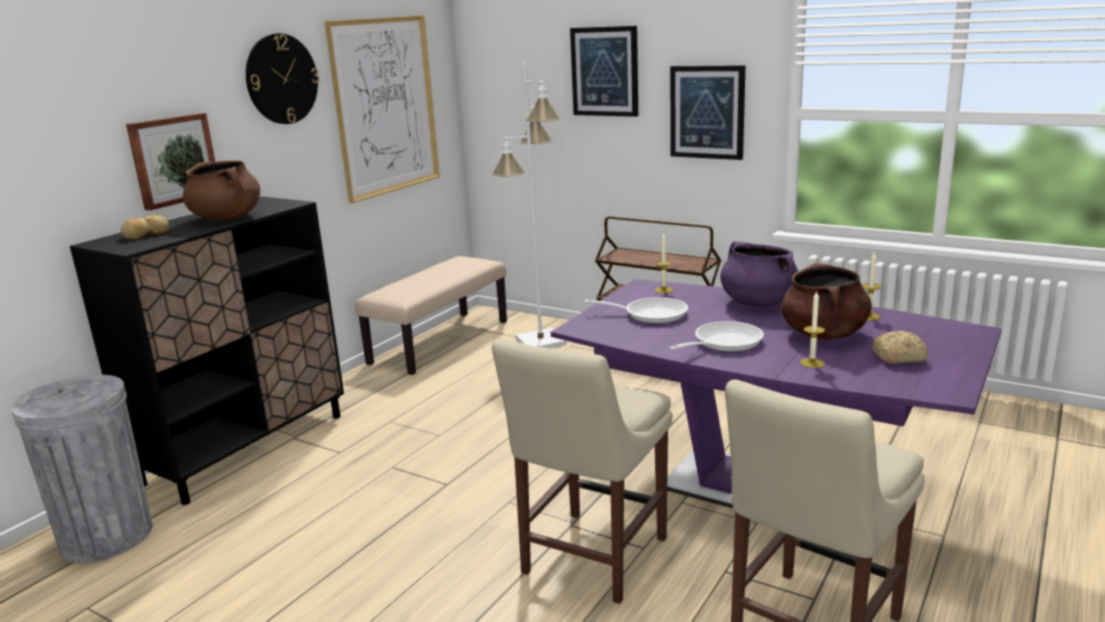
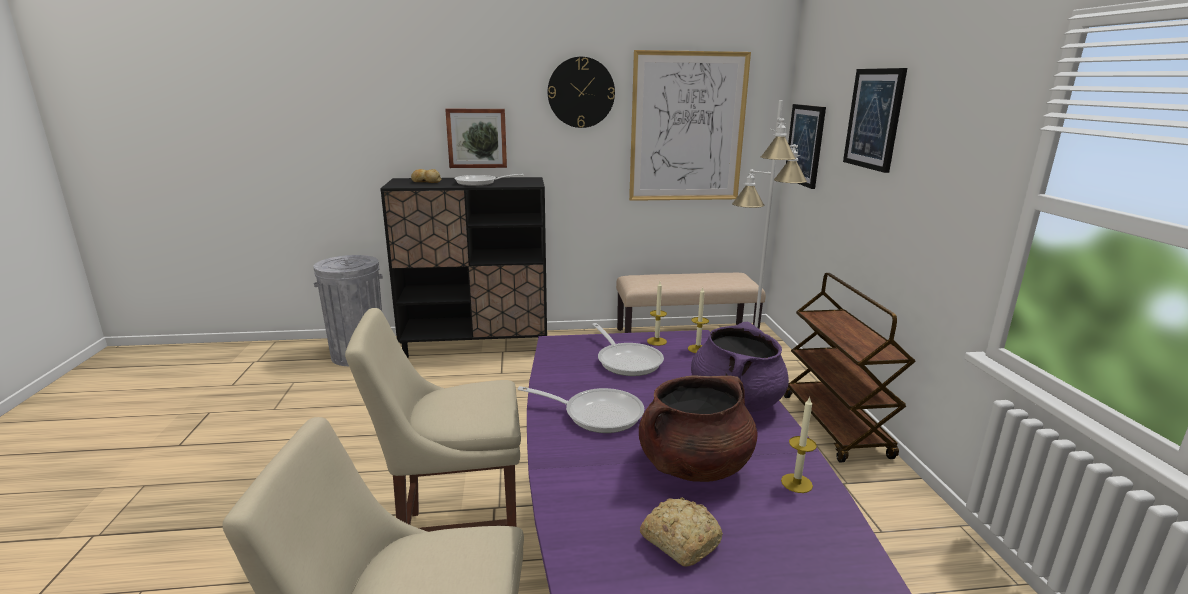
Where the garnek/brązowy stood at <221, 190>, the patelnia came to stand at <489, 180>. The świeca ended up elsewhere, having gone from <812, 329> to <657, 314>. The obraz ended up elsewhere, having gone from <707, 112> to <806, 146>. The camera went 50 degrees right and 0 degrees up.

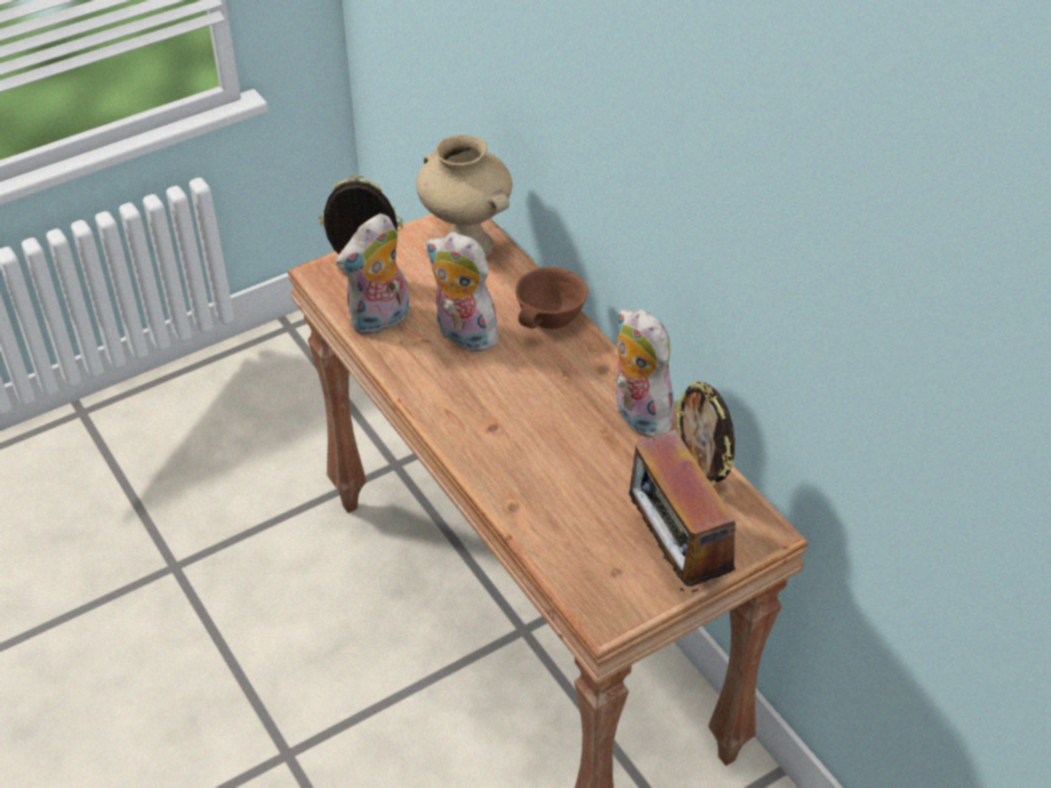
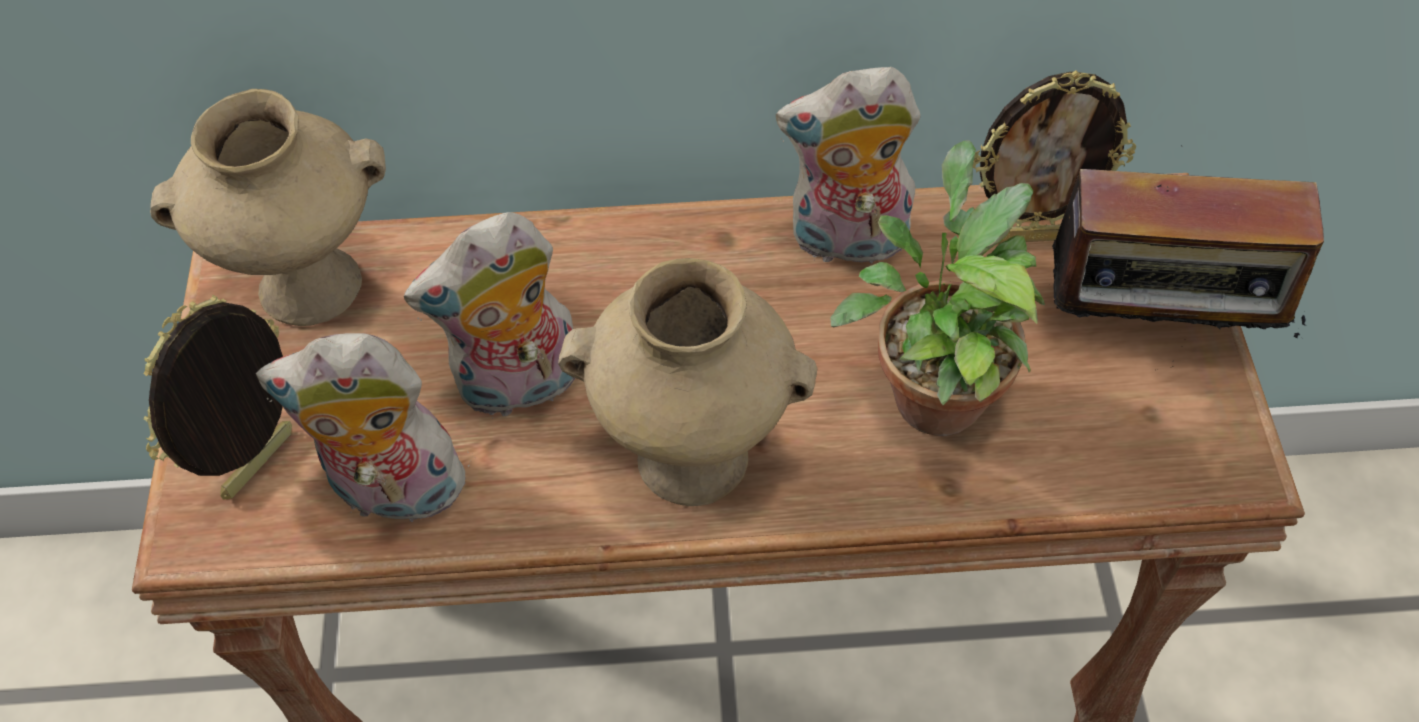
The pluszak at <373, 274> ended up facing another way, 105 degrees clockwise from before. The second view gained the wazon/beżowy at <687, 382>. The second view gained the roślina doniczkowa at <937, 288>. The second view lost the miska/brązowy at <551, 298>. The camera went 60 degrees left and 10 degrees up.

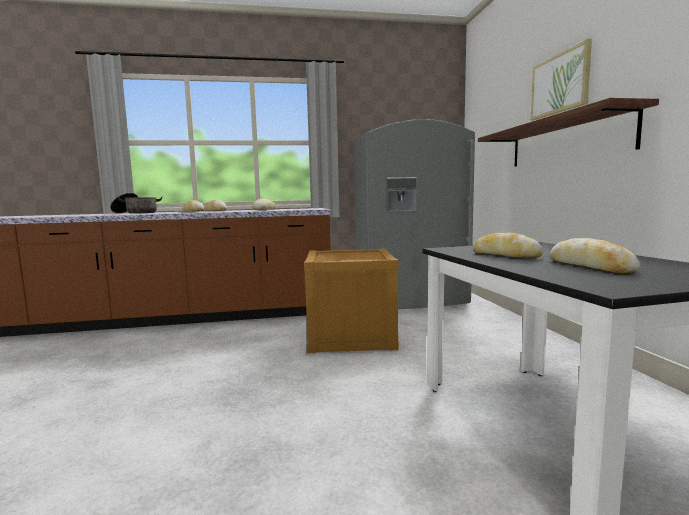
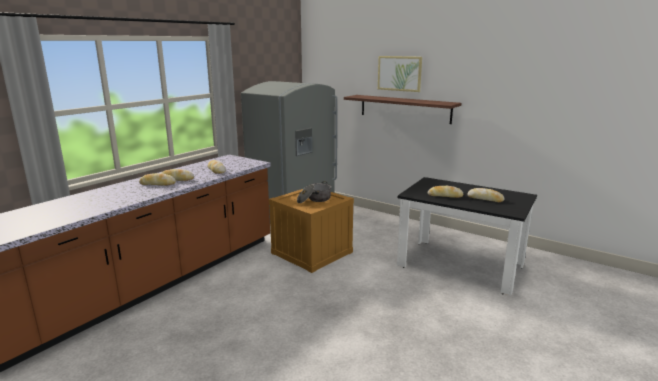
The garnek ended up elsewhere, having gone from <136, 203> to <314, 192>. The camera went 45 degrees left and 10 degrees up.

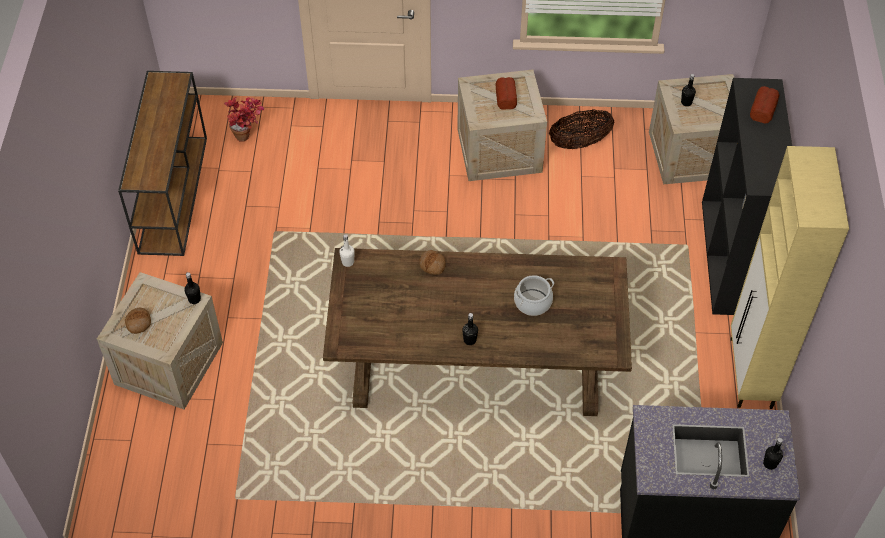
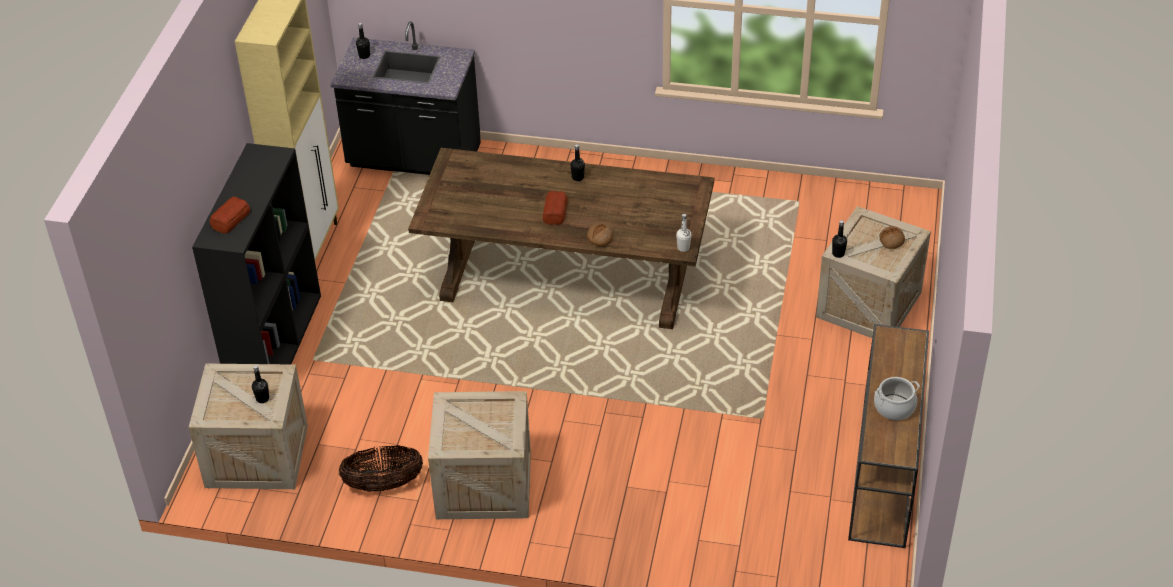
The chleb ended up elsewhere, having gone from <506, 93> to <555, 208>. The garnek ended up elsewhere, having gone from <534, 295> to <897, 398>. The second view lost the roślina doniczkowa at <244, 119>. The camera went 170 degrees left and 10 degrees down.

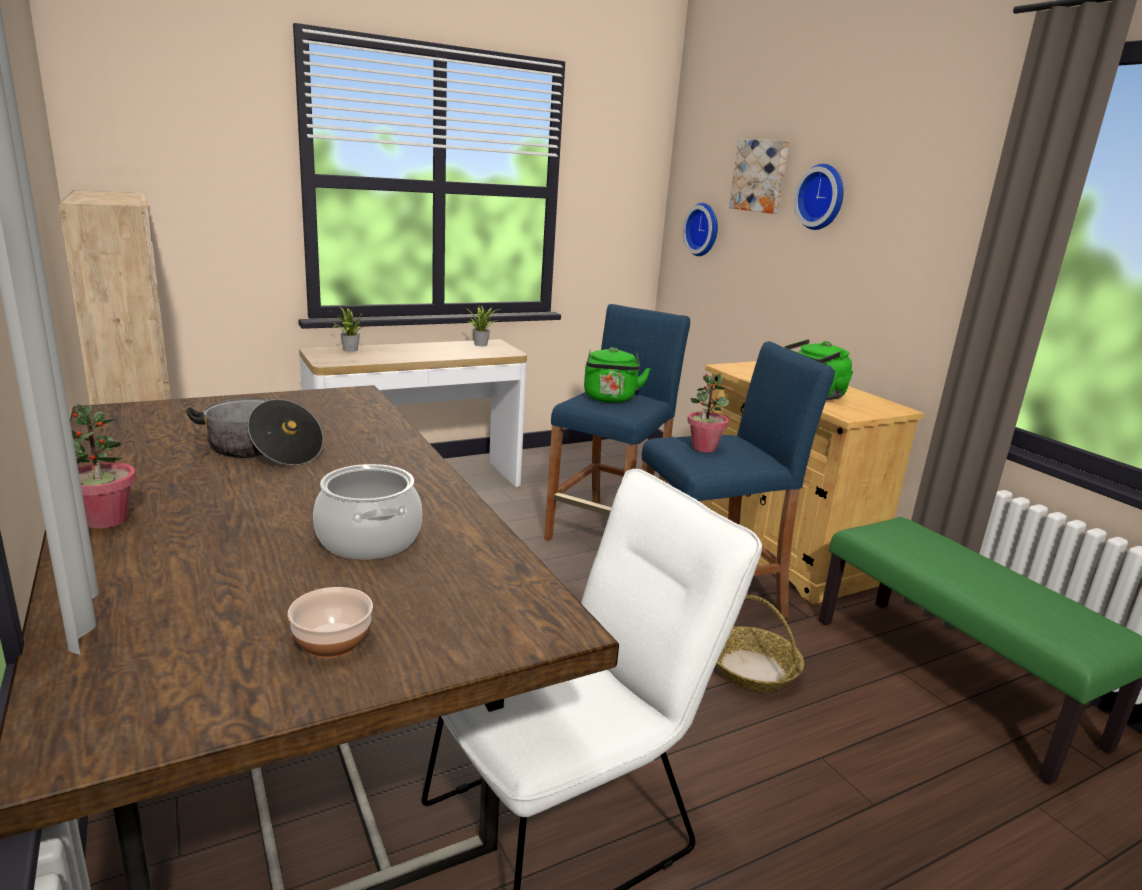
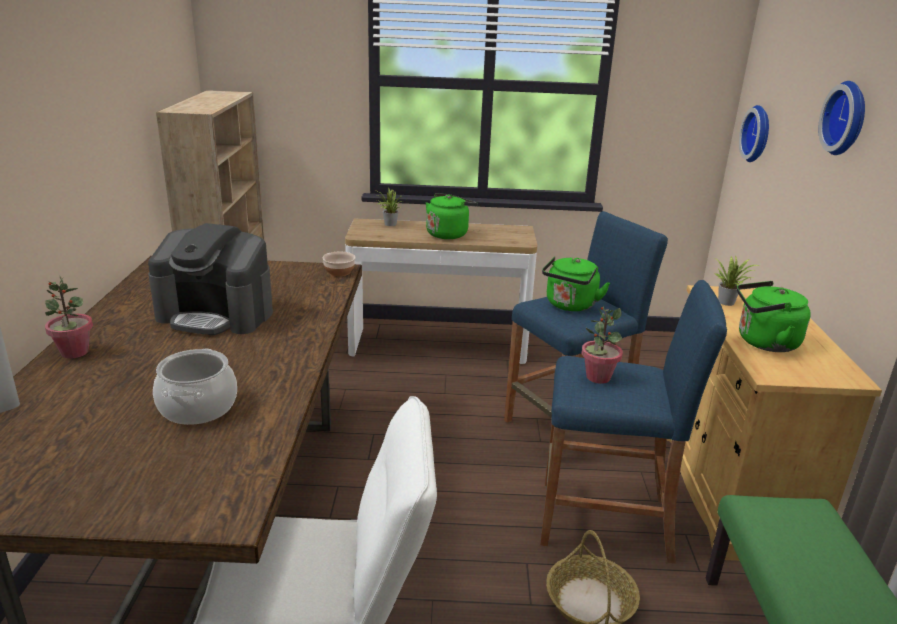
Where the garnek stood at <254, 432>, the ekspres do kawy came to stand at <210, 279>. The miska ended up elsewhere, having gone from <330, 622> to <339, 264>. The second view gained the czajnik/zielony at <452, 216>. The roślina doniczkowa ended up elsewhere, having gone from <482, 325> to <738, 280>. The second view lost the obraz at <759, 177>. The camera went 30 degrees right and 5 degrees up.

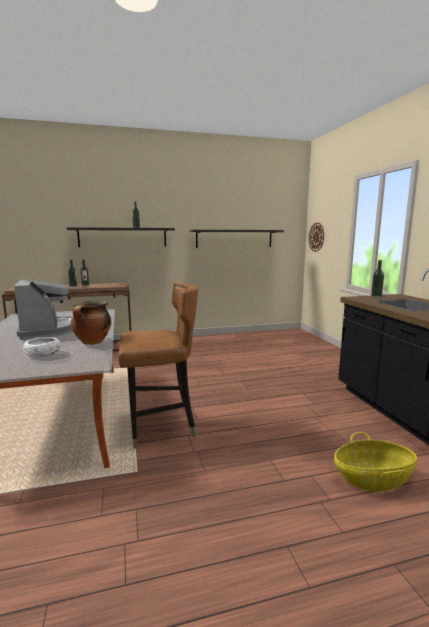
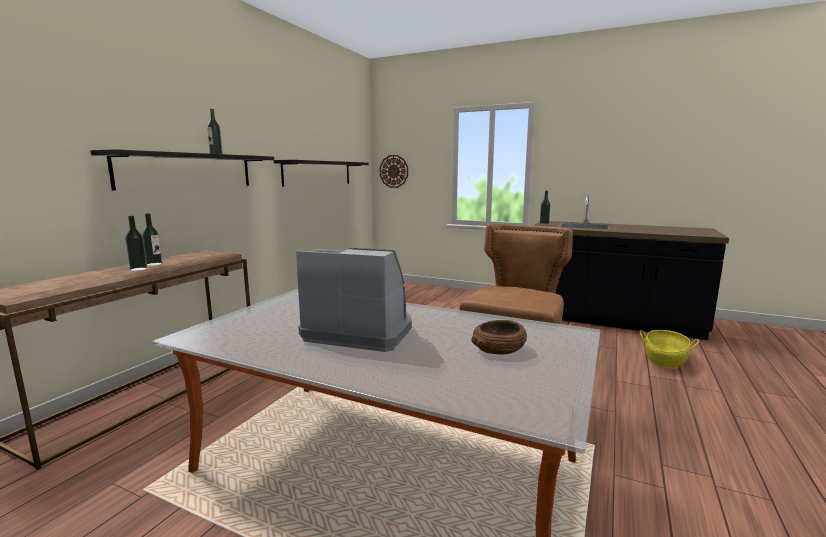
What was the miska/biały at <42, 347> turned into the miska/brązowy at <499, 337>. The second view lost the garnek at <91, 323>. The camera went 50 degrees left and 0 degrees up.

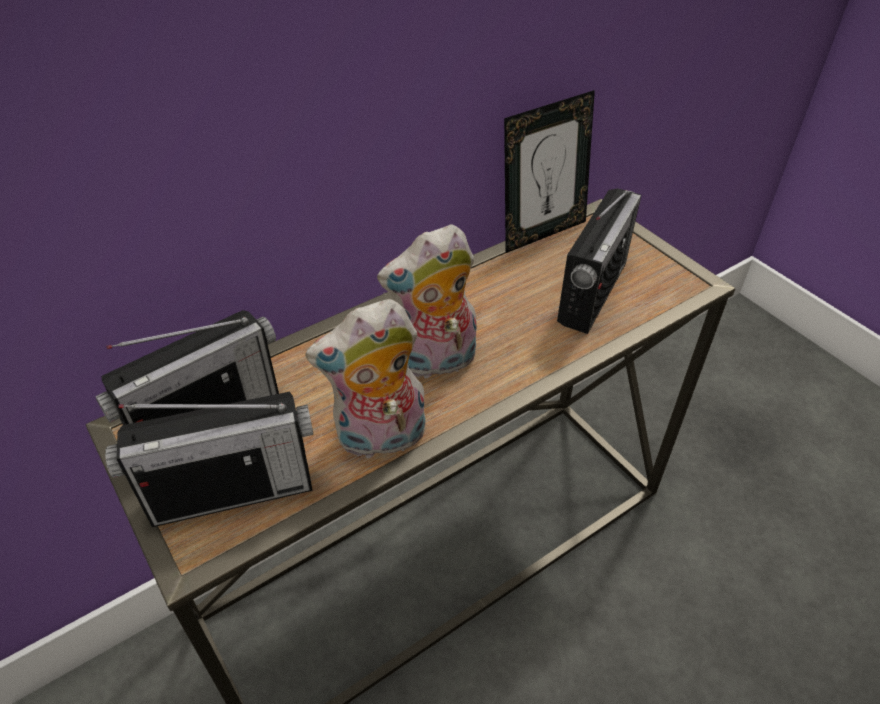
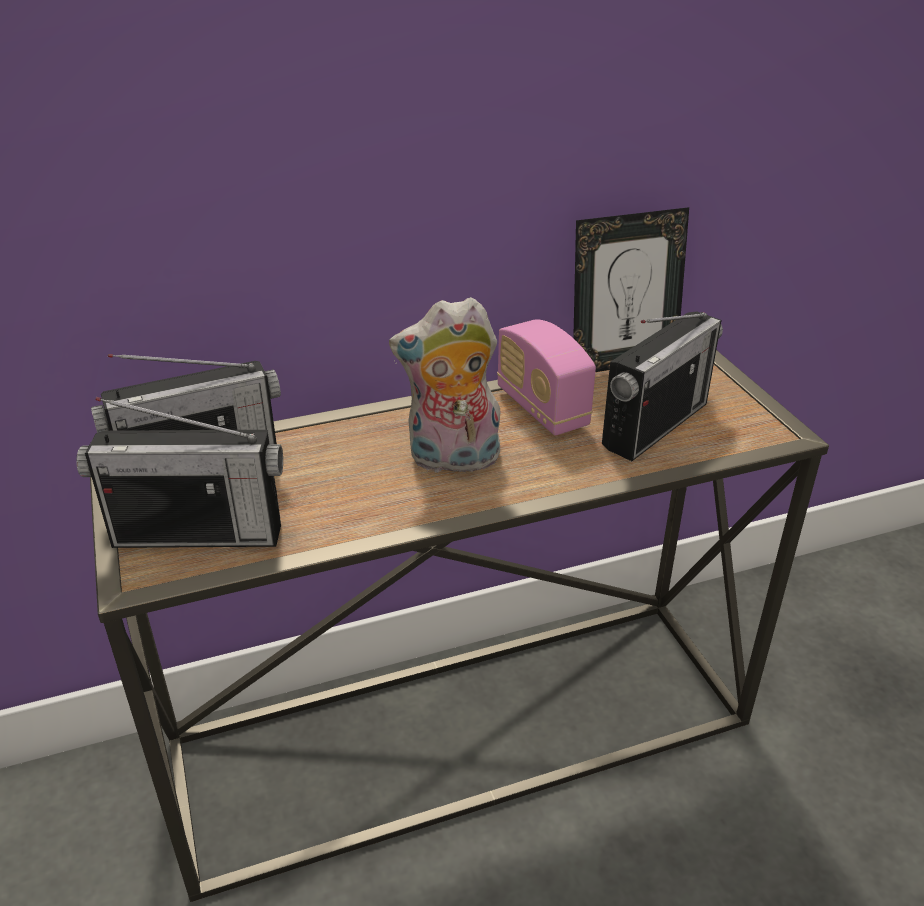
The second view gained the radio at <546, 377>. The second view lost the pluszak at <365, 379>. The camera went 15 degrees right and 10 degrees down.

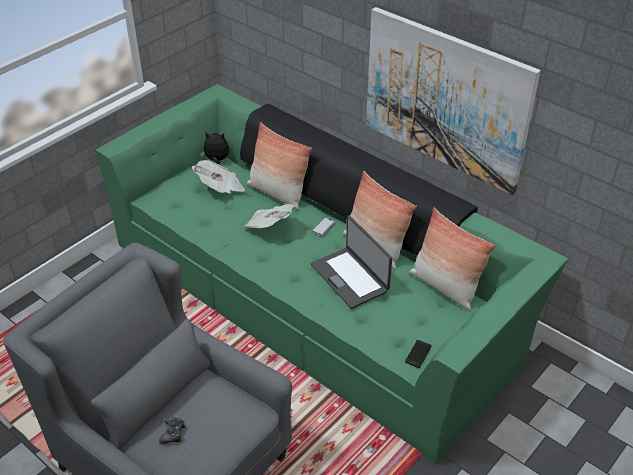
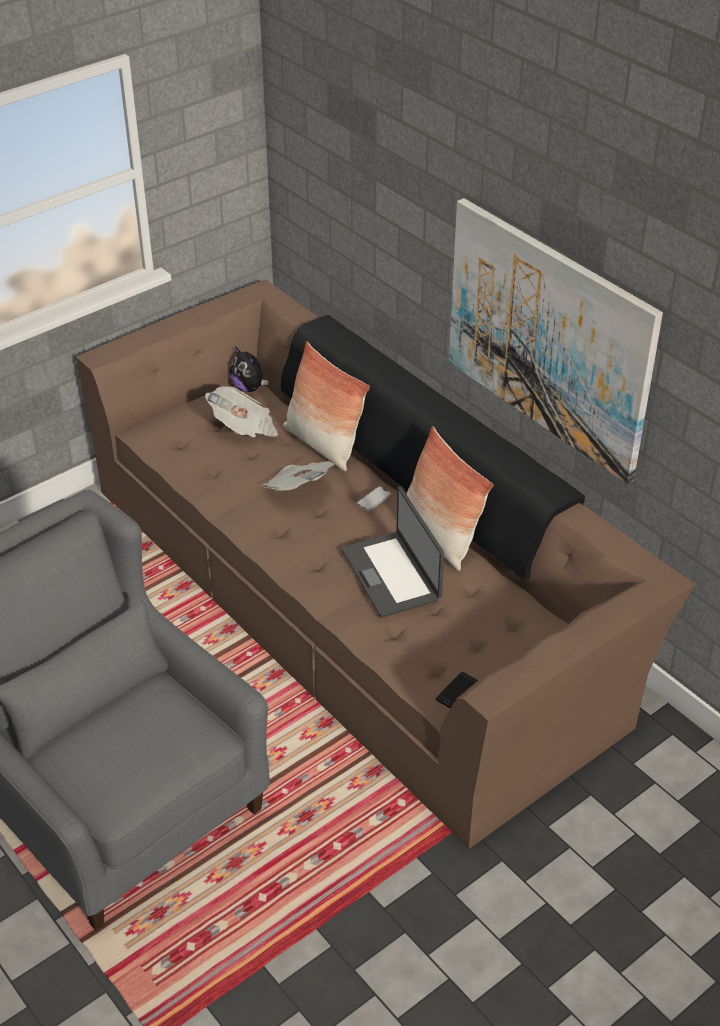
What was the kanapa/zielony at <332, 274> turned into the kanapa/brązowy at <385, 564>. The pluszak at <214, 148> ended up facing another way, 150 degrees counterclockwise from before. The second view lost the pad do gier/czarny at <172, 430>. The second view lost the poduszka at <453, 259>. The camera went 10 degrees right and 0 degrees up.

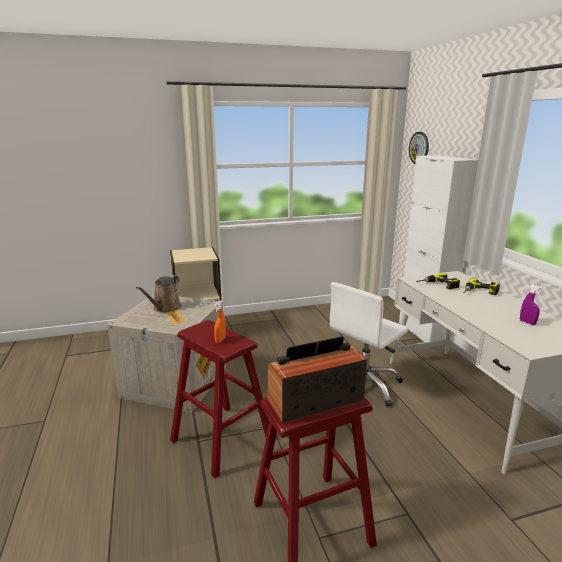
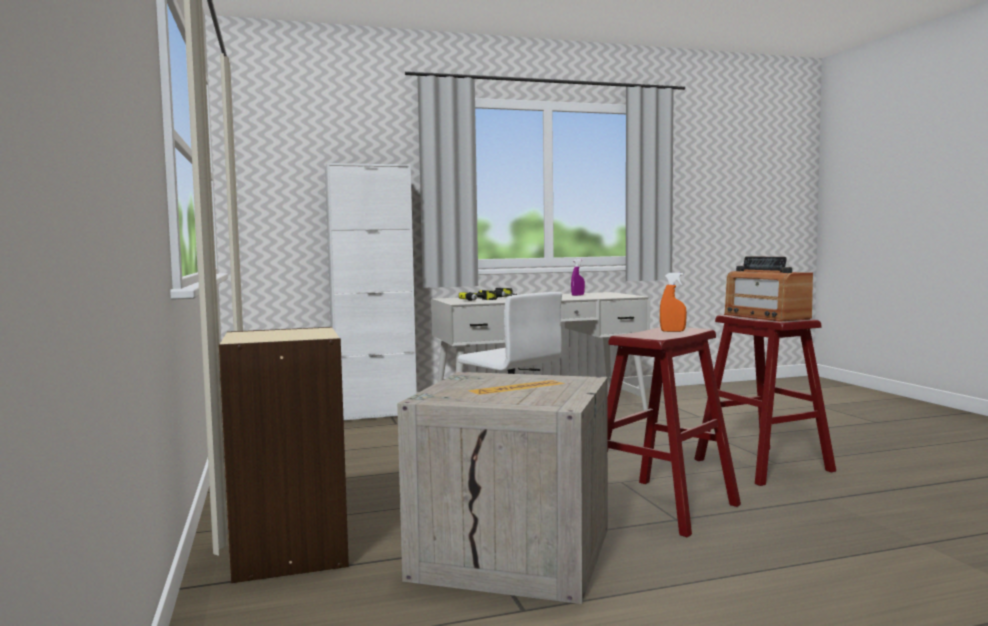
The second view lost the konewka/brązowy at <158, 294>. The second view lost the zegar ścienny at <419, 148>. The camera went 90 degrees left and 15 degrees down.

